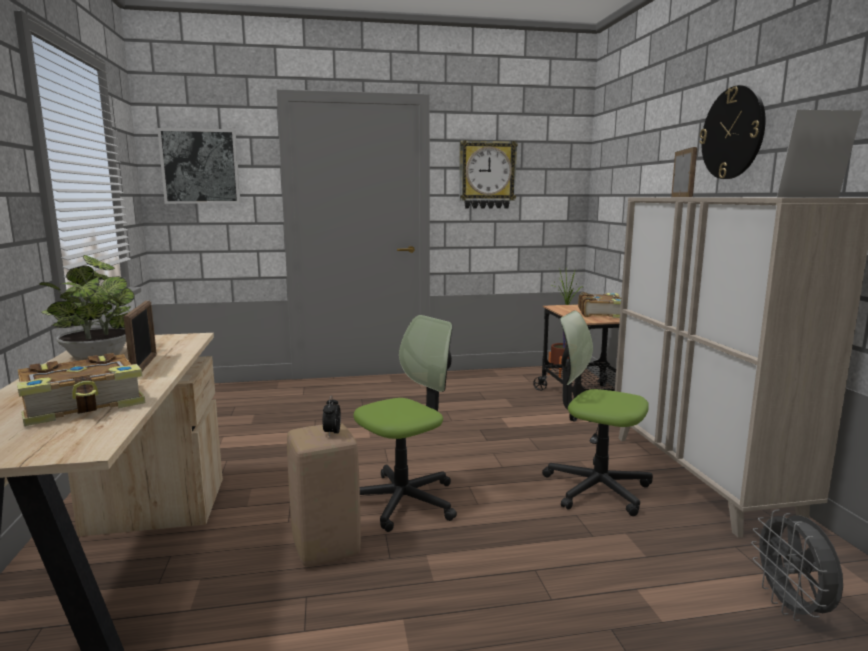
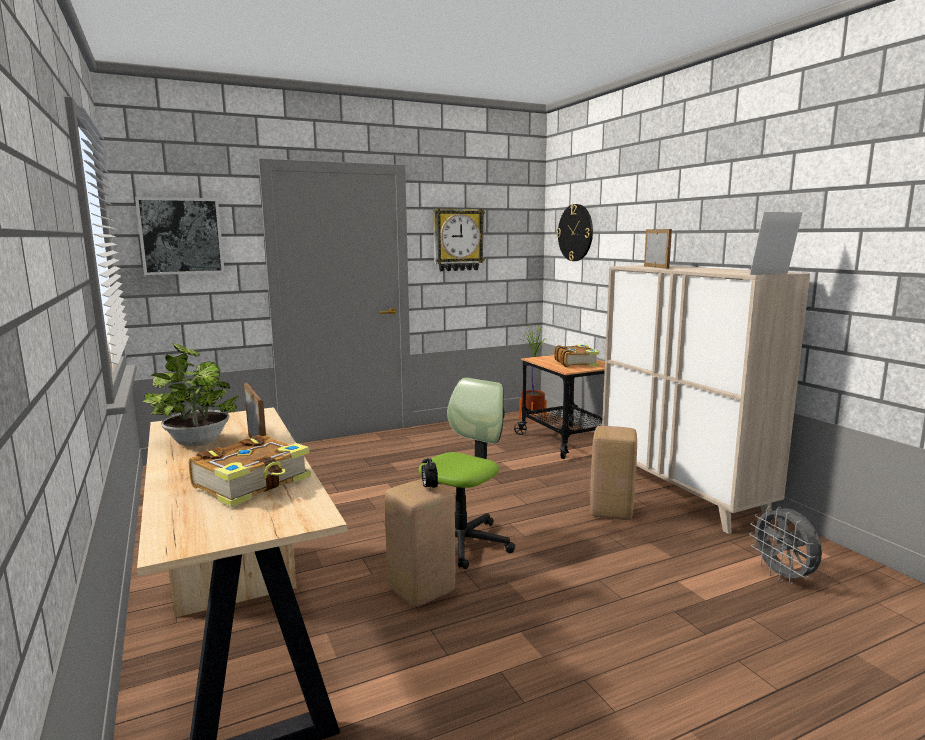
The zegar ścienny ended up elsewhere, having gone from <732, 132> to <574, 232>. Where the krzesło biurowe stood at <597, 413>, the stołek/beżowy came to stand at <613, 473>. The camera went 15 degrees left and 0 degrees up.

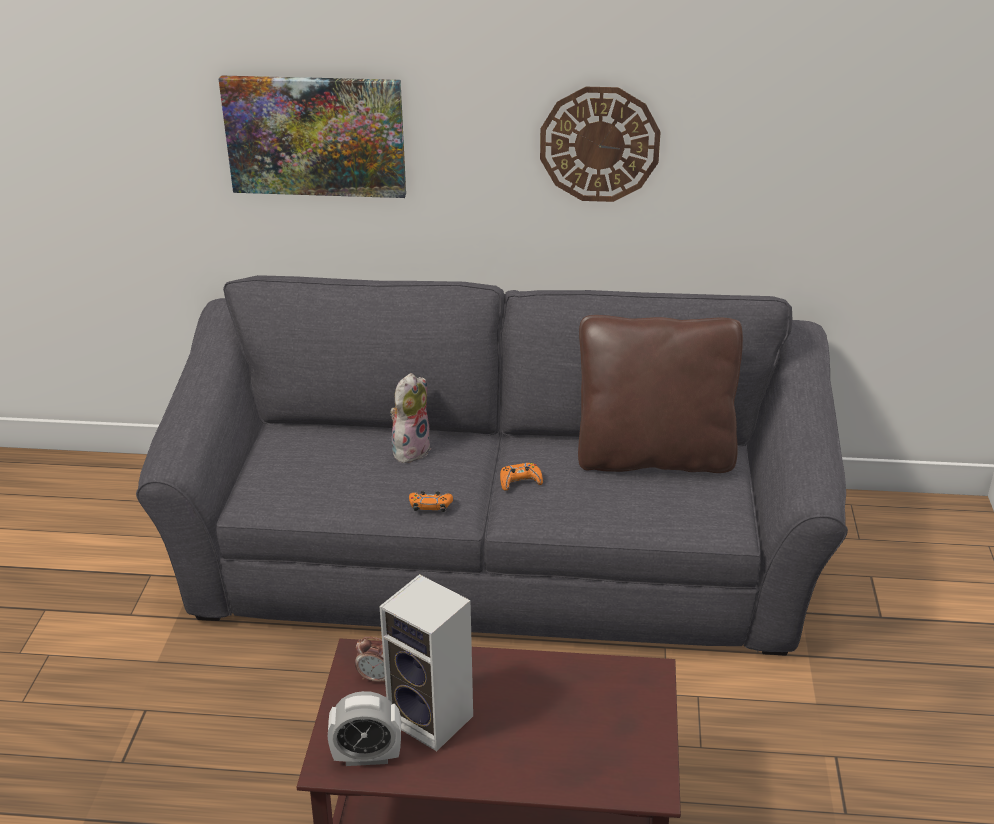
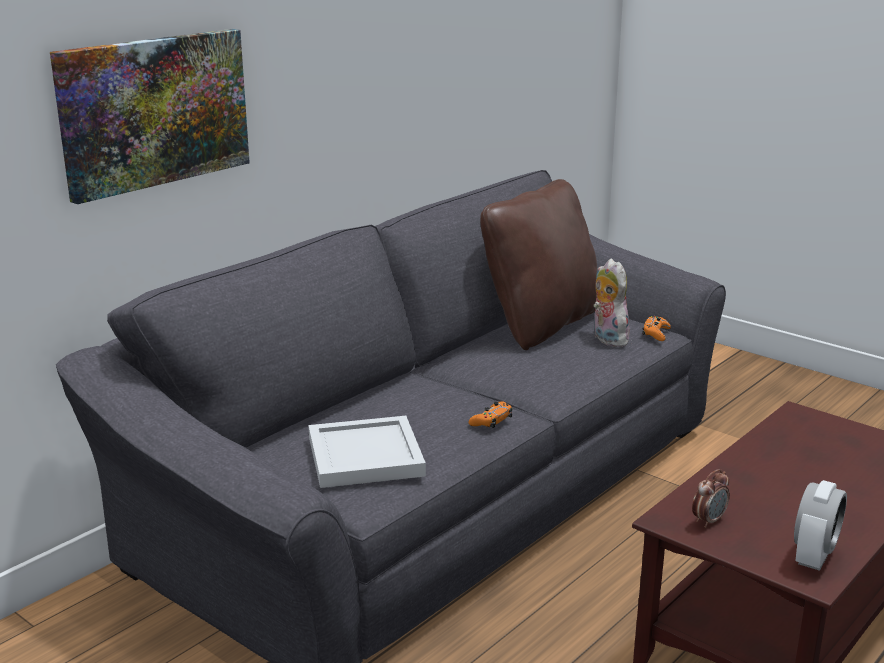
The second view gained the taca/biały at <367, 452>. The pluszak ended up elsewhere, having gone from <410, 418> to <611, 303>. The pad do gier/pomarańczowy ended up elsewhere, having gone from <521, 477> to <656, 328>. The second view lost the głośnik at <426, 662>. The second view lost the zegar ścienny at <600, 144>. The camera went 55 degrees left and 10 degrees down.

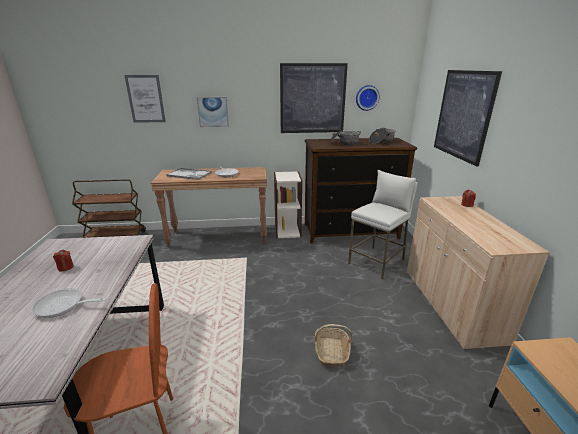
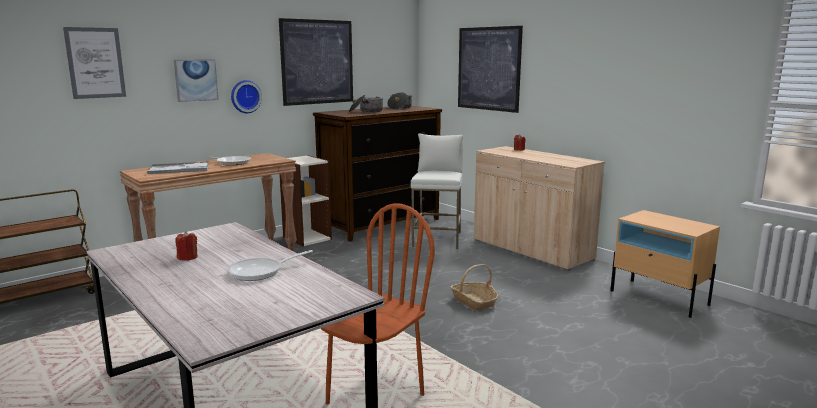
The zegar ścienny ended up elsewhere, having gone from <368, 98> to <246, 96>. The camera went 35 degrees left and 10 degrees down.

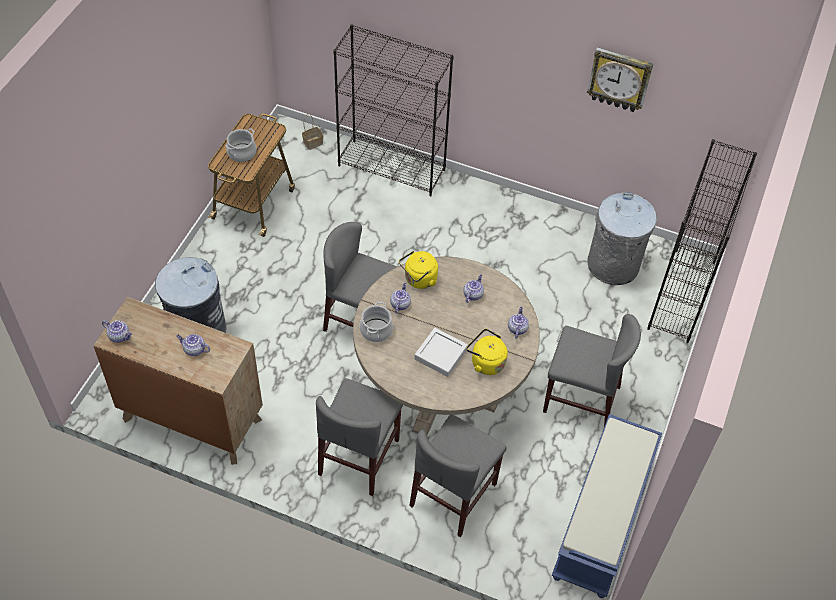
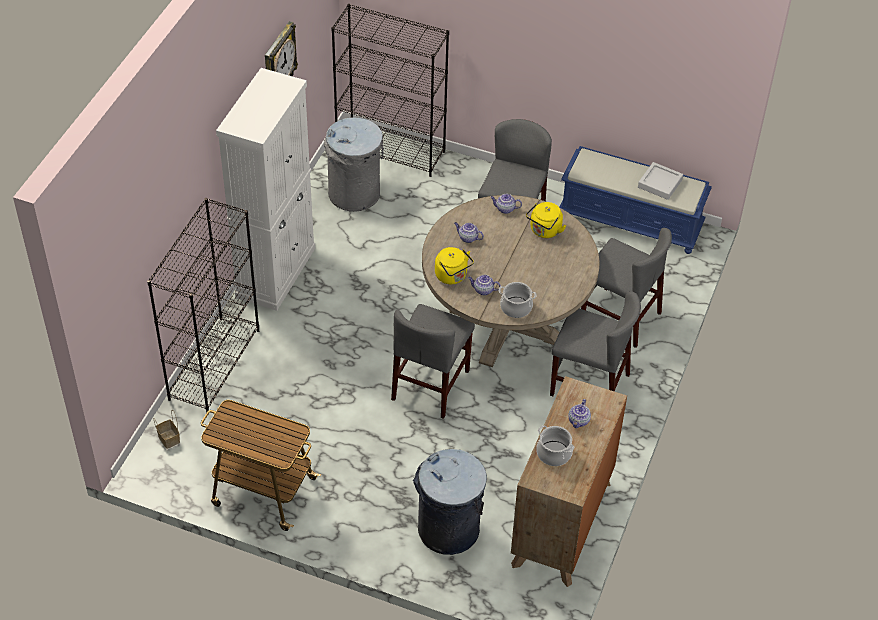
The second view gained the szafka/biały at <265, 189>. The garnek ended up elsewhere, having gone from <241, 145> to <555, 445>. The taca/szary ended up elsewhere, having gone from <441, 352> to <660, 181>. The second view lost the imbryk at <117, 331>. The camera went 90 degrees left and 5 degrees down.

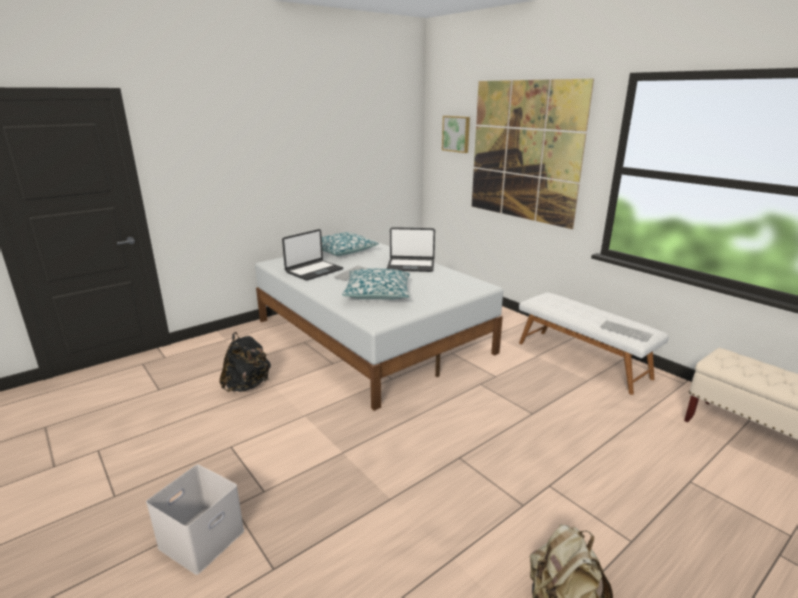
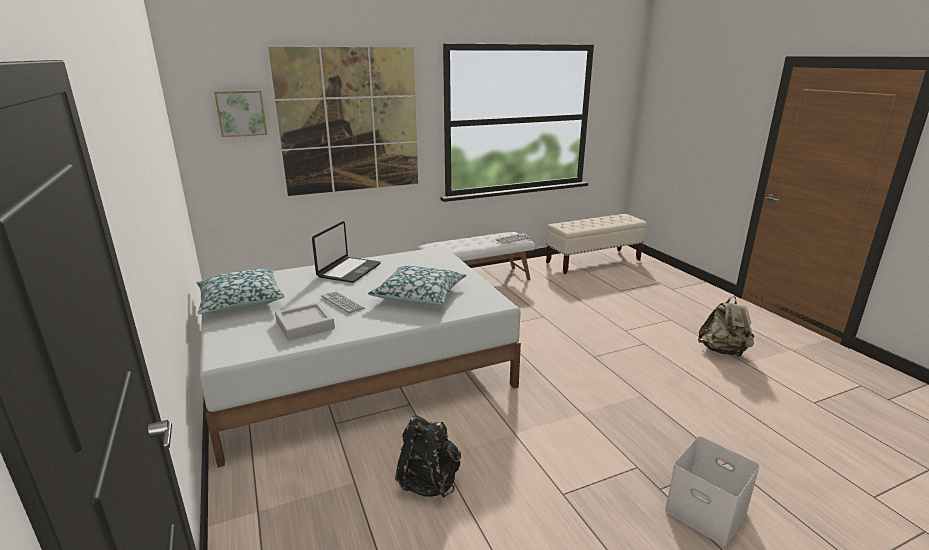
Where the laptop stood at <312, 254>, the taca/szary came to stand at <305, 321>. The camera went 75 degrees left and 0 degrees up.

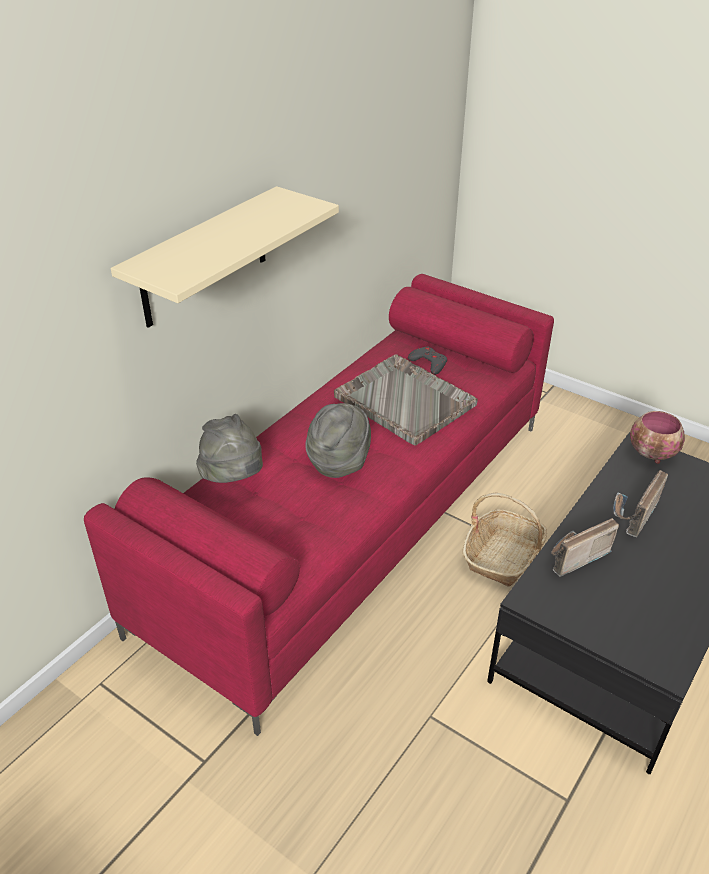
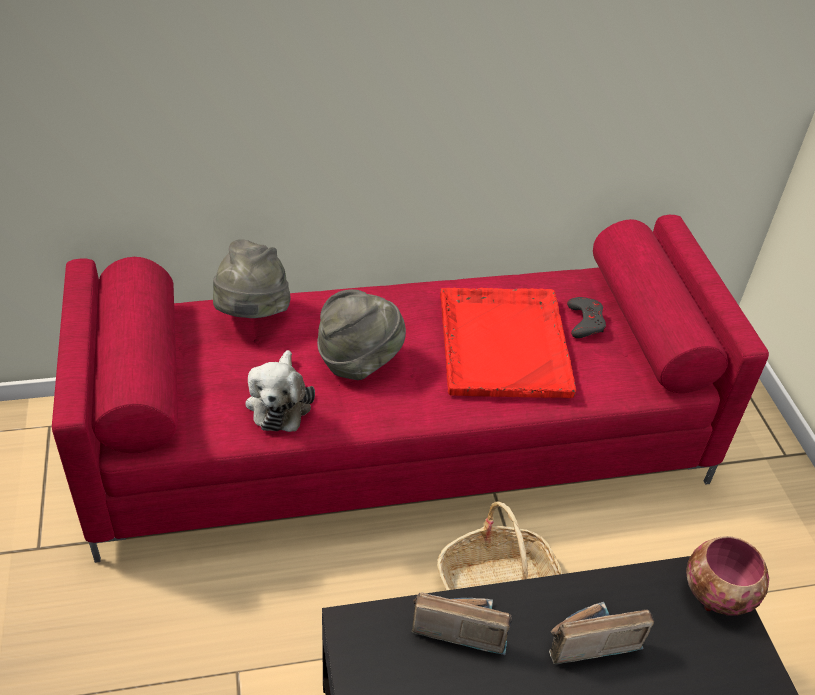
The second view gained the pluszak at <280, 391>. What was the taca/szary at <406, 400> turned into the taca/czerwony at <508, 343>. The second view lost the półka/beżowy at <225, 257>. The camera went 40 degrees right and 5 degrees up.

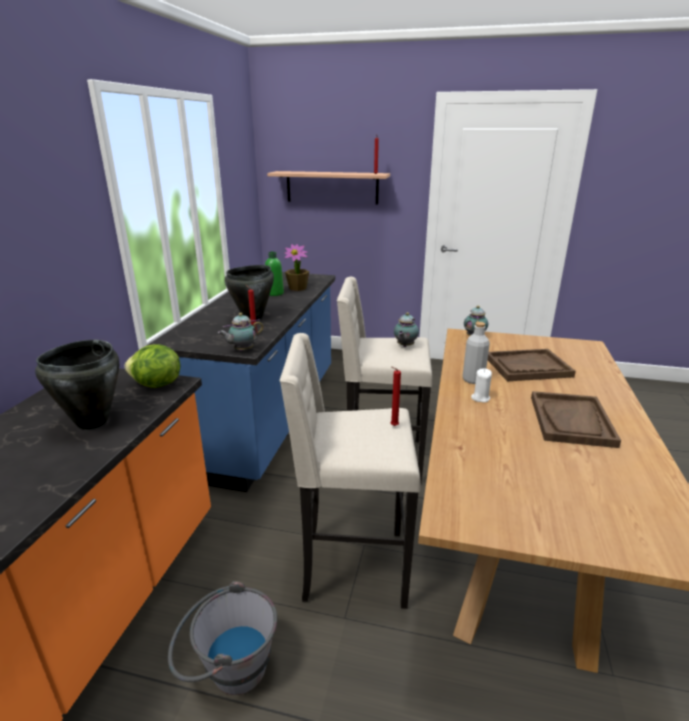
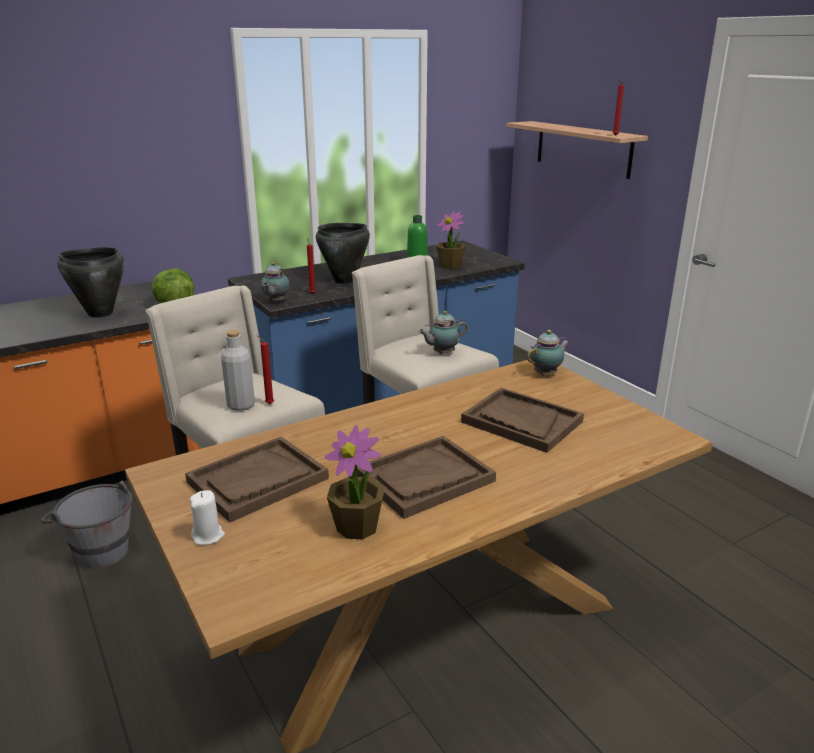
The second view gained the taca/brązowy at <257, 480>. The świeca/biały ended up elsewhere, having gone from <481, 386> to <207, 517>. The butelka/szary ended up elsewhere, having gone from <476, 353> to <238, 370>. The imbryk at <240, 332> ended up facing another way, 90 degrees counterclockwise from before. The second view gained the roślina doniczkowa at <355, 482>. The camera went 45 degrees right and 0 degrees up.

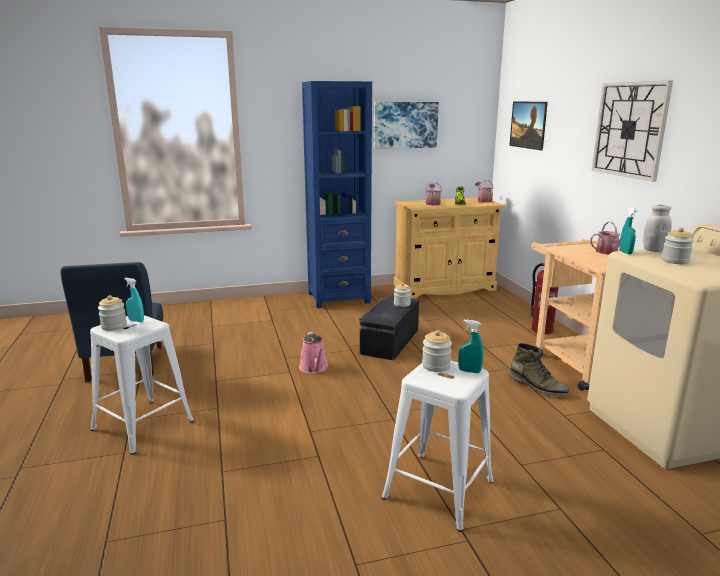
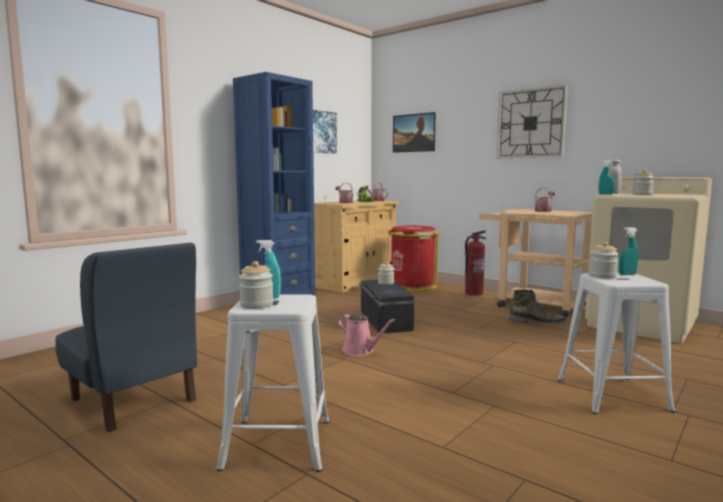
The second view gained the kosz na śmieci/czerwony at <413, 258>. The camera went 35 degrees left and 10 degrees down.

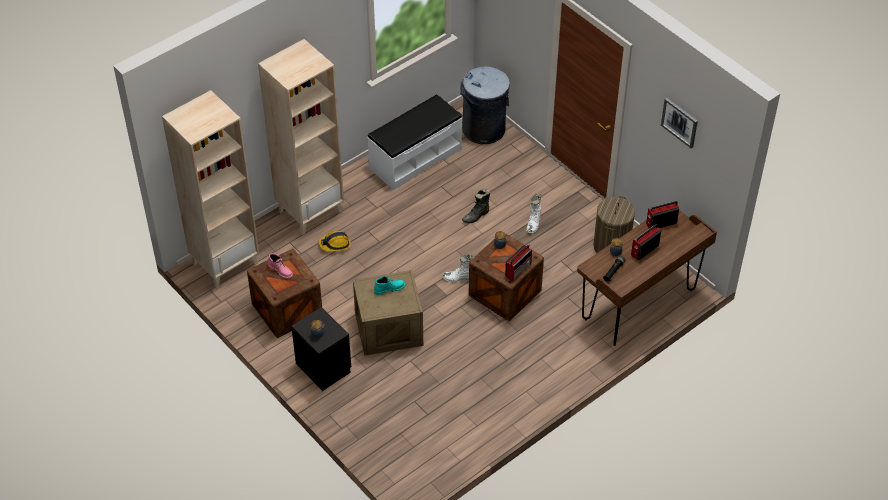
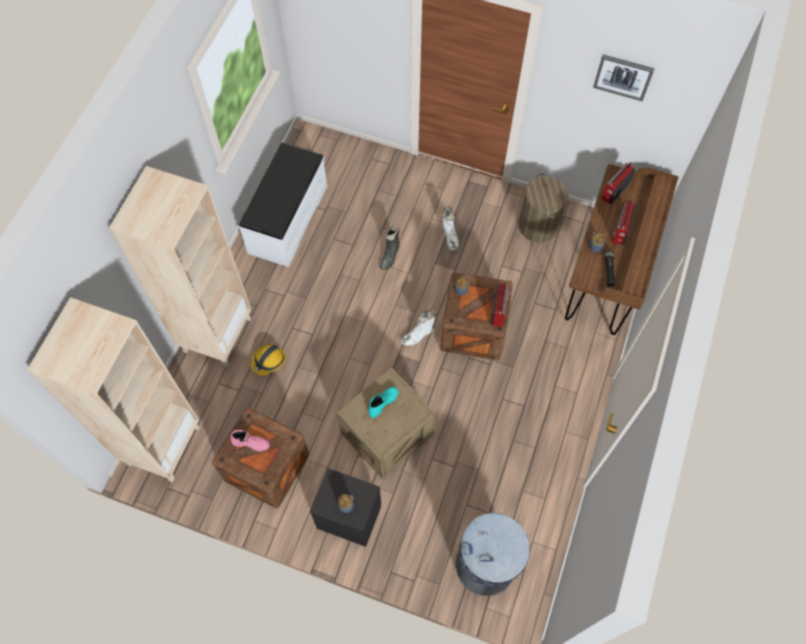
The kosz na śmieci/szary ended up elsewhere, having gone from <485, 105> to <493, 554>. The camera went 30 degrees left and 15 degrees up.

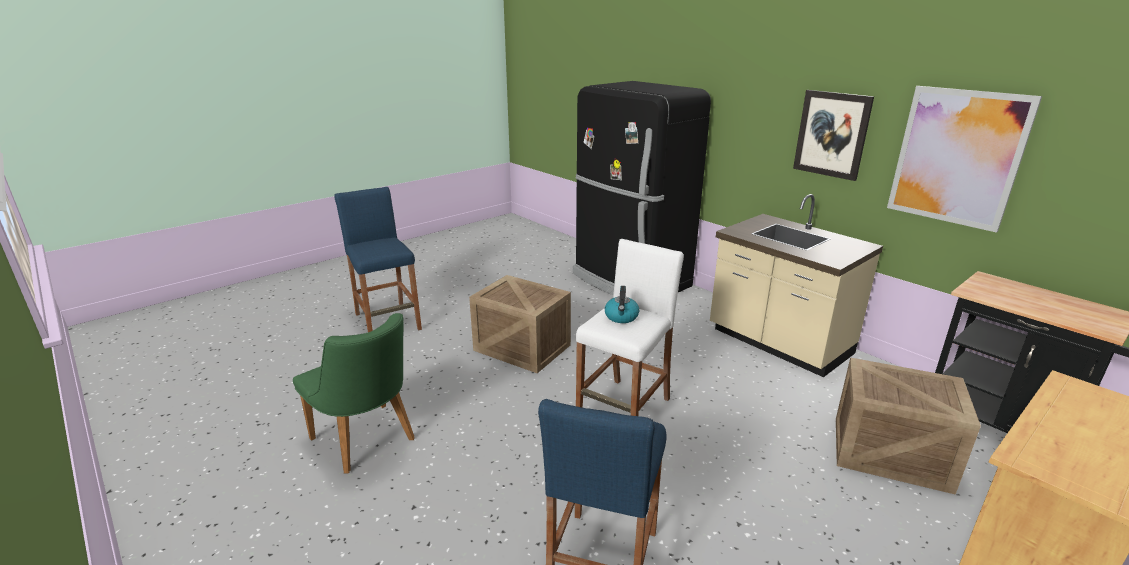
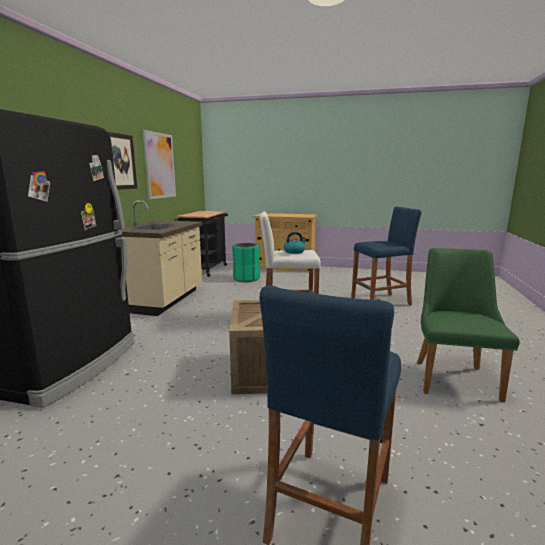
Where the skrzynka stood at <908, 426>, the kosz na śmieci/zielony came to stand at <246, 262>. The camera went 125 degrees left and 10 degrees down.

